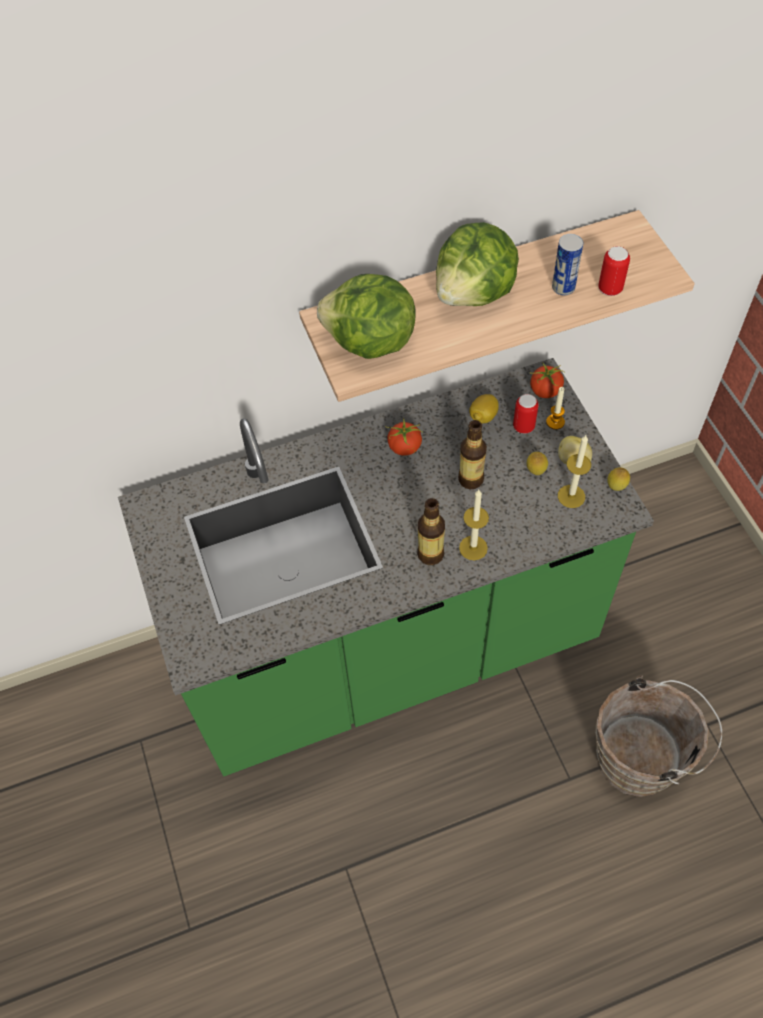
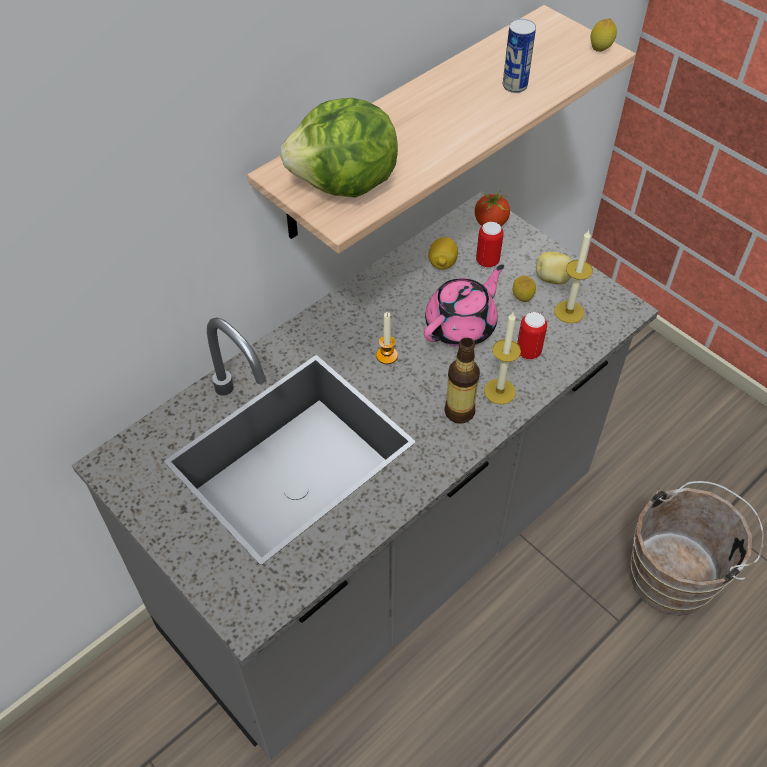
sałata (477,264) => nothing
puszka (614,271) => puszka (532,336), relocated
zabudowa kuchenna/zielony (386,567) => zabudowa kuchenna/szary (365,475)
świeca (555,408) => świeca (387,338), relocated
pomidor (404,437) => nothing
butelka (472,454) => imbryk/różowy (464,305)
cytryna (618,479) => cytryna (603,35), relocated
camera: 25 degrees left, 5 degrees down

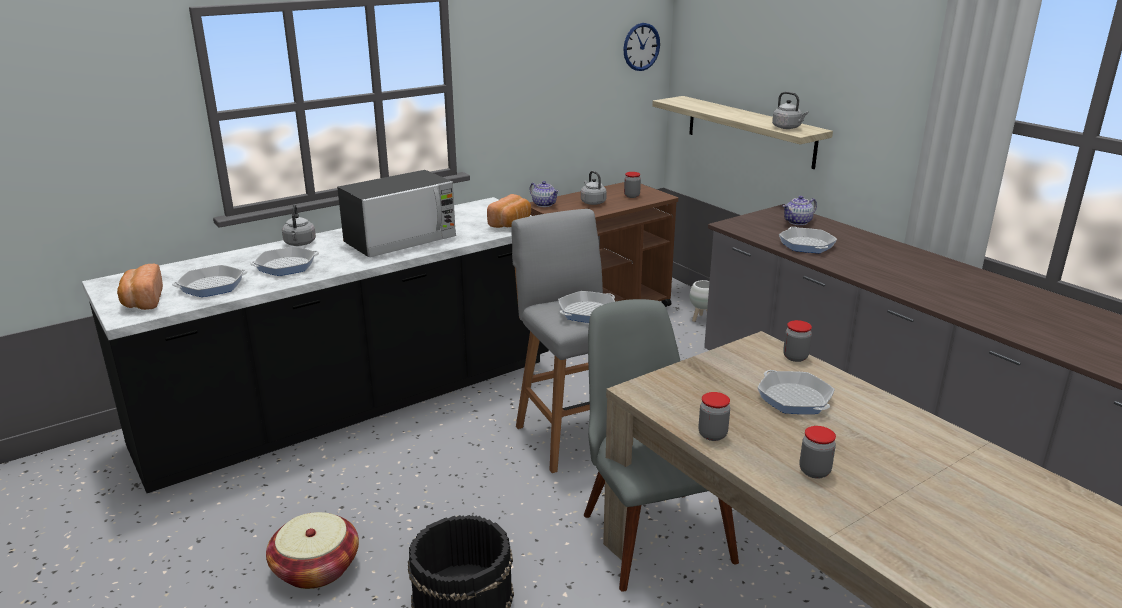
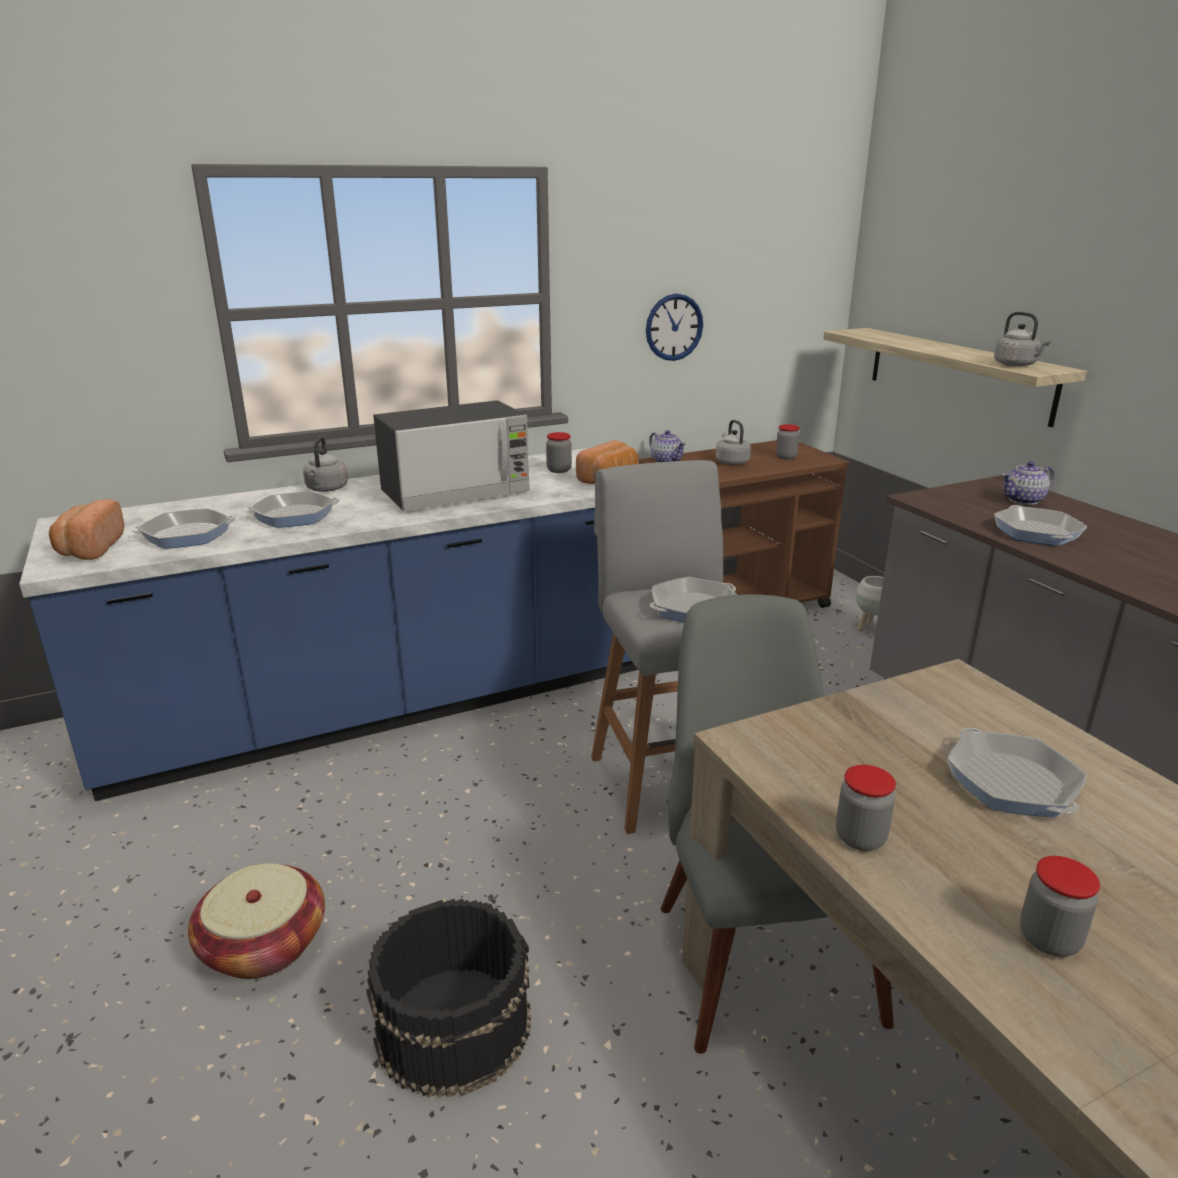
zegar ścienny (641,47) => zegar ścienny (674,327), relocated
zabudowa kuchenna/czarny (315,345) => zabudowa kuchenna/niebieski (328,624)
słoik (797,341) => słoik (559,452), relocated
camera: 10 degrees right, 0 degrees up

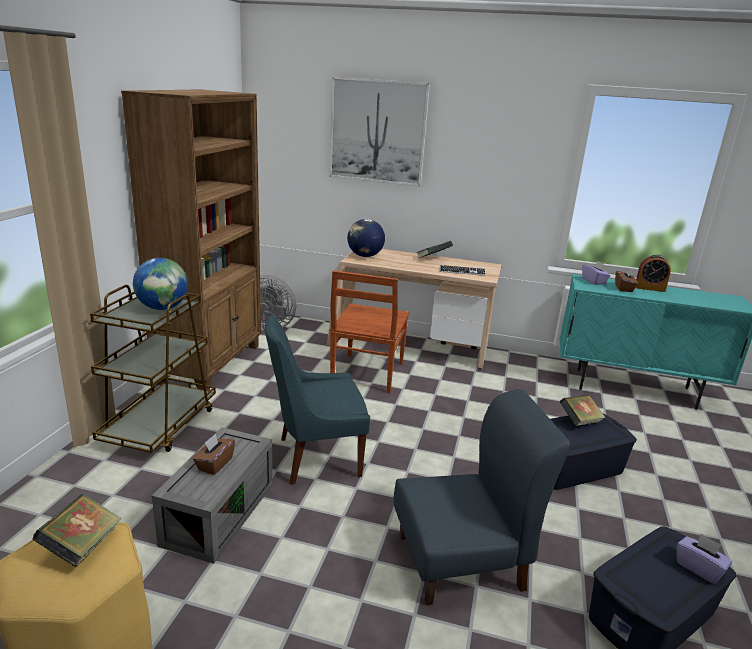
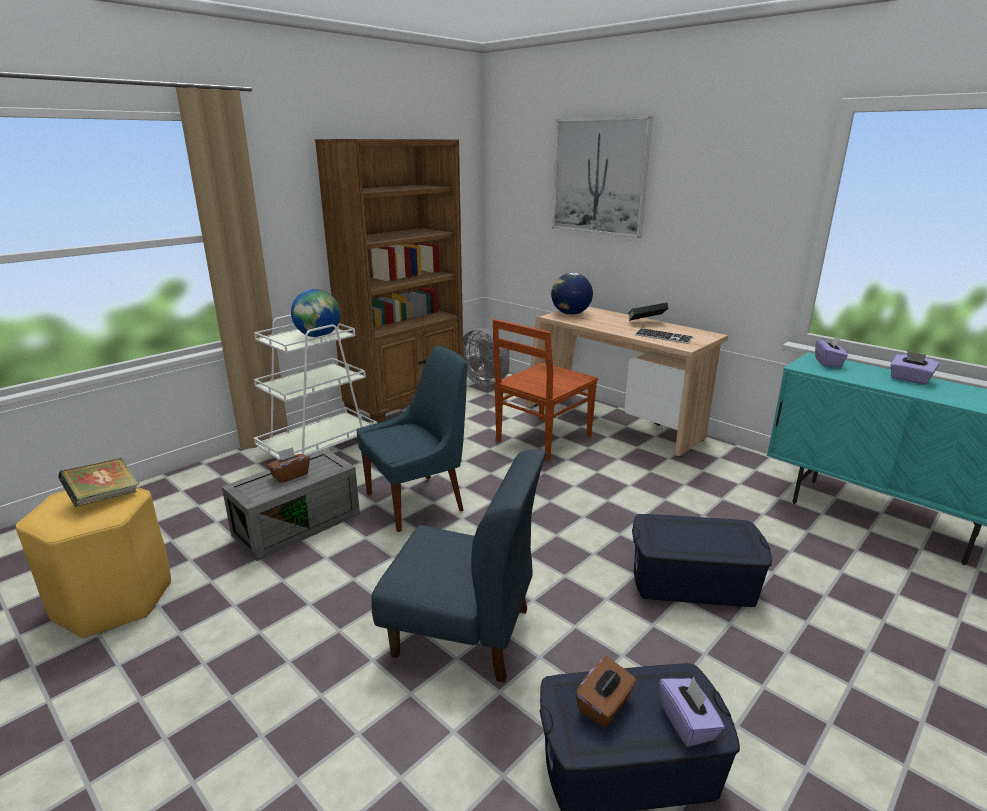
budzik (653,273) => pudełko chusteczek/fioletowy (914,368)
pudełko chusteczek/brązowy (626,280) => pudełko chusteczek/brązowy (605,692), relocated
wózek/brązowy (153,369) => wózek/biały (315,387)
krzesło/niebieski (317,400) => krzesło/niebieski (412,438), 135 degrees clockwise
książka (583,410) => nothing
camera: 30 degrees right, 0 degrees up

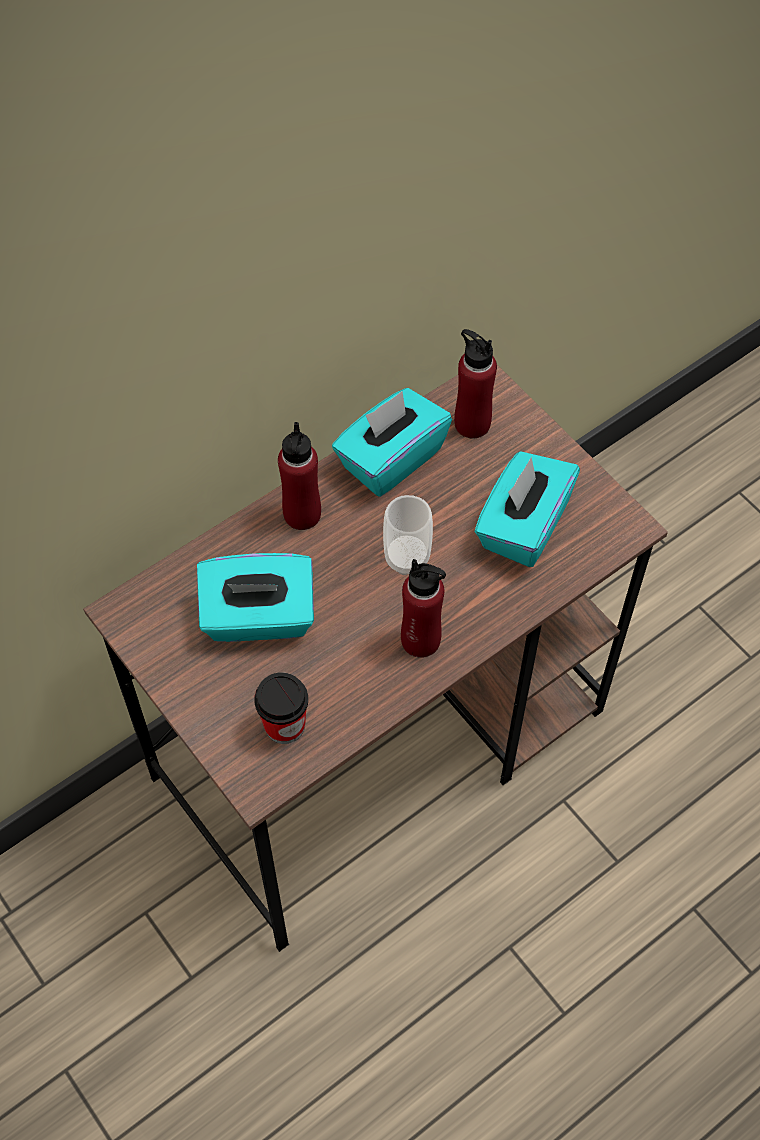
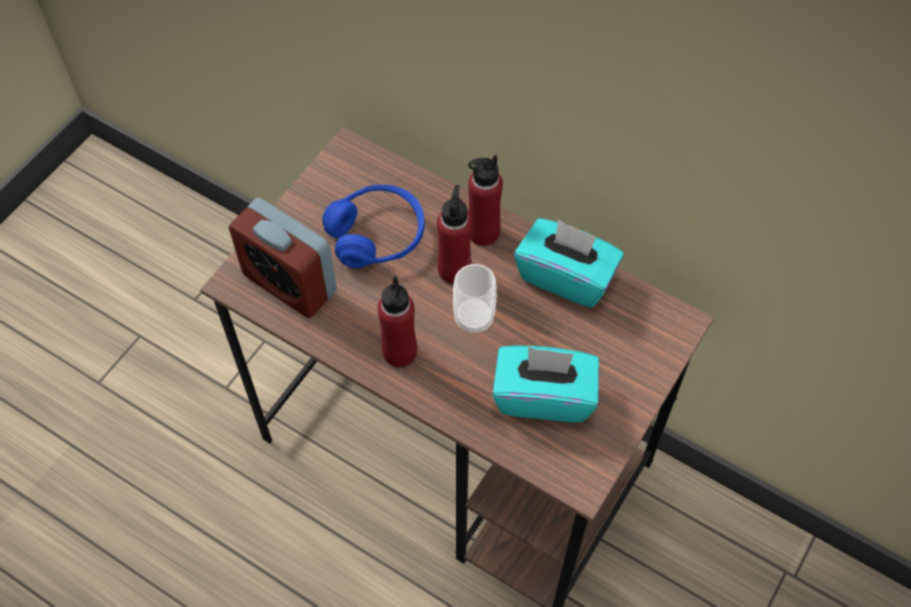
butelka/czerwony (475,383) => butelka/czerwony (454,234), relocated
pudełko chusteczek/turkusowy (255,597) => słuchawki/niebieski (373,226)
filiżanka (281,708) => budzik (283,257)
camera: 70 degrees right, 0 degrees up

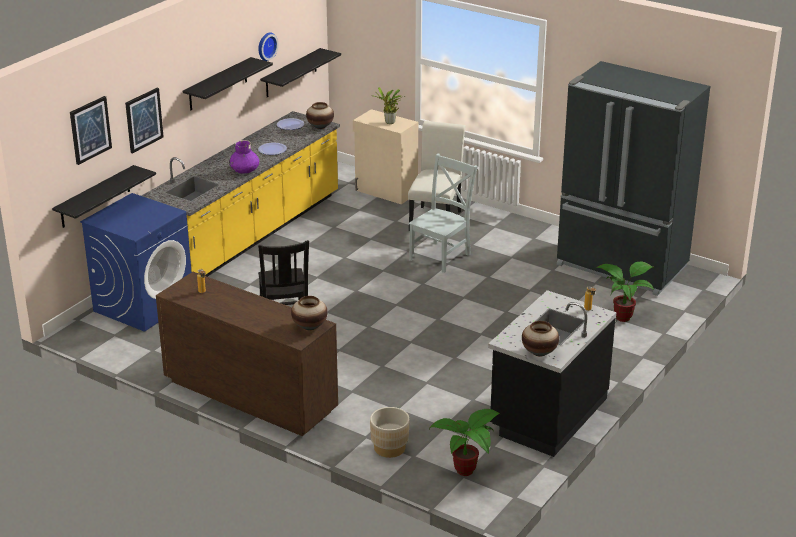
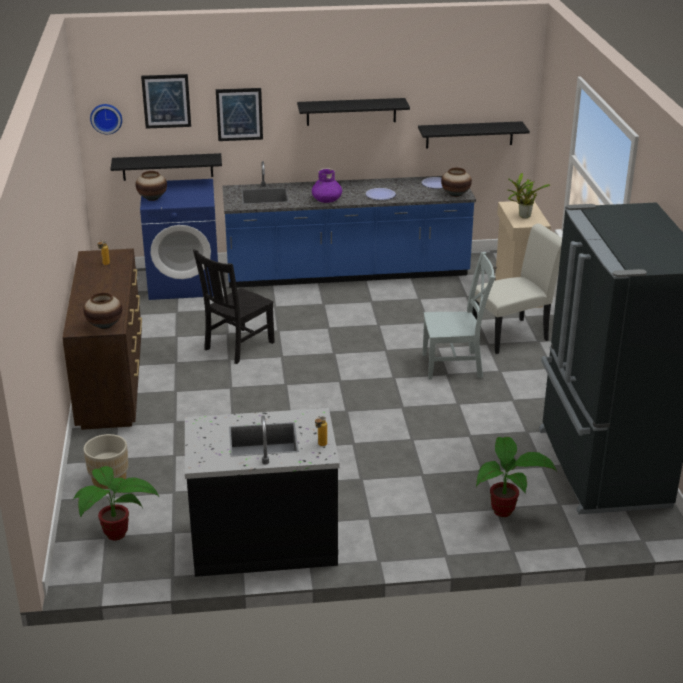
zegar ścienny (268,46) => zegar ścienny (106,119), relocated
zabudowa kuchenna/żółty (240,194) => zabudowa kuchenna/niebieski (349,224)
wazon (540,339) => wazon (151,186), relocated
camera: 50 degrees right, 0 degrees up

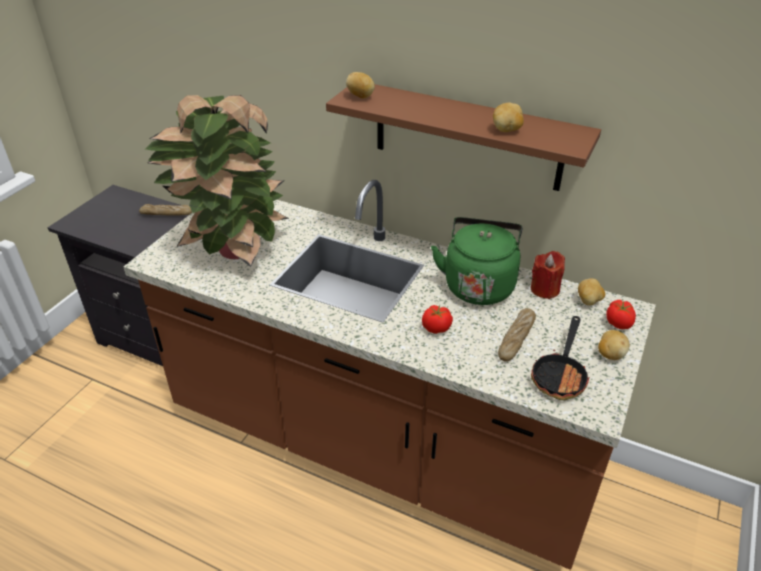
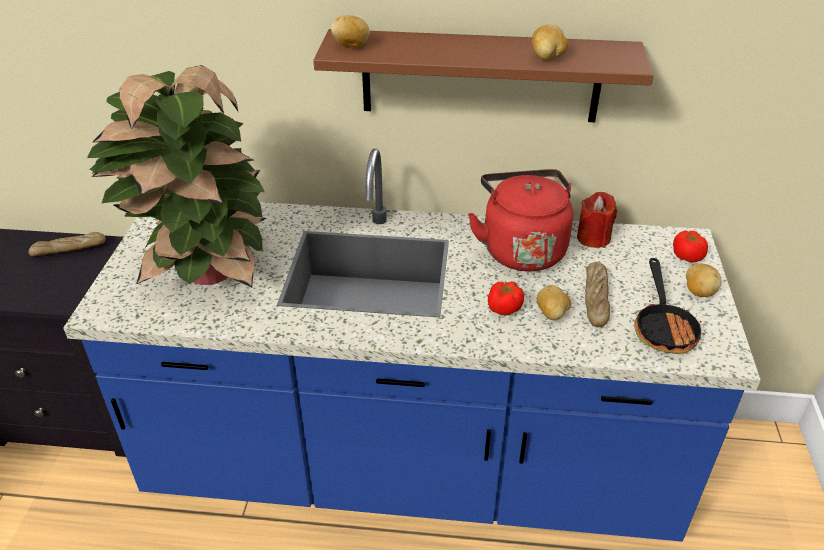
zabudowa kuchenna/brązowy (390,375) => zabudowa kuchenna/niebieski (412,345)
czajnik/zielony (476,261) => czajnik/czerwony (520,220)
ziemniak (591,291) => ziemniak (554,302), relocated
camera: 20 degrees left, 0 degrees up

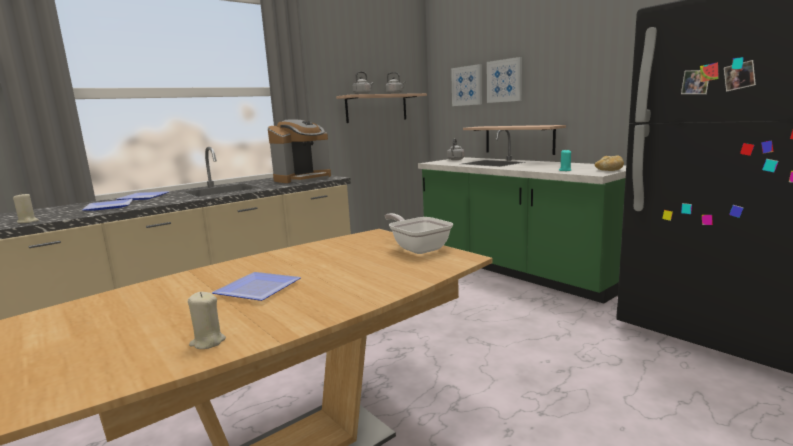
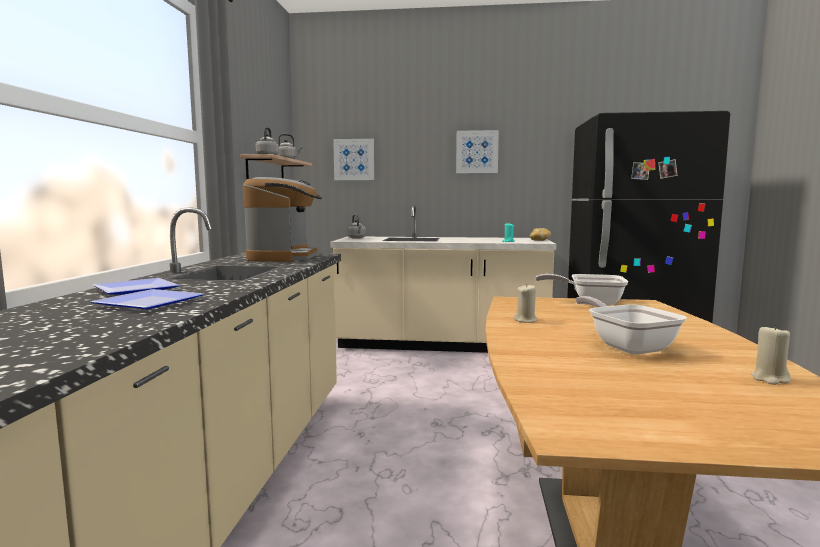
obraz (504,80) => obraz (477,151), relocated
półka (514,140) => nothing
zabudowa kuchenna/zielony (522,216) => zabudowa kuchenna/beżowy (443,279)
świeca/beżowy (26,208) => świeca/beżowy (525,303), relocated
talerz (256,286) => patelnia (631,325)
camera: 45 degrees left, 5 degrees down

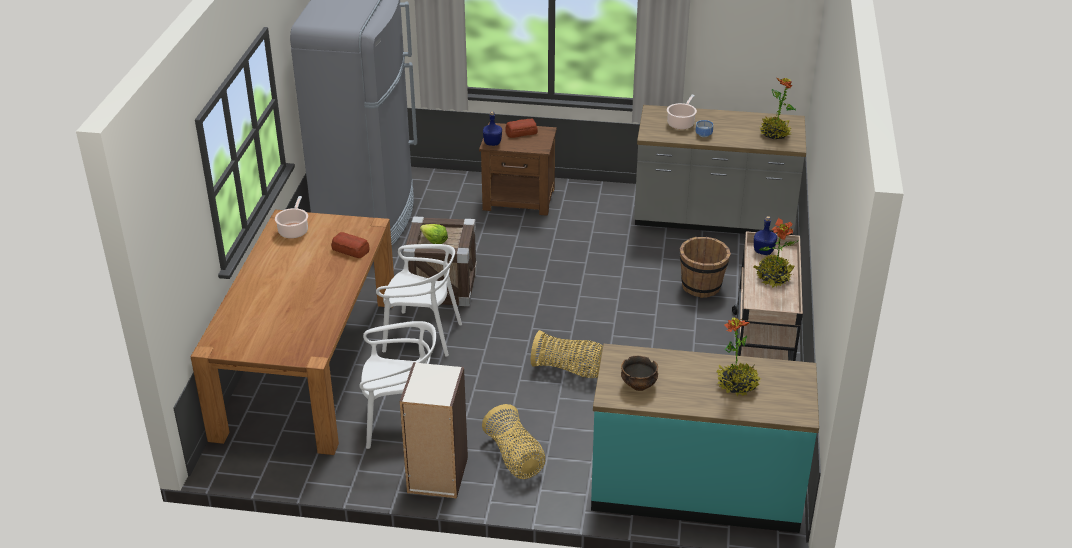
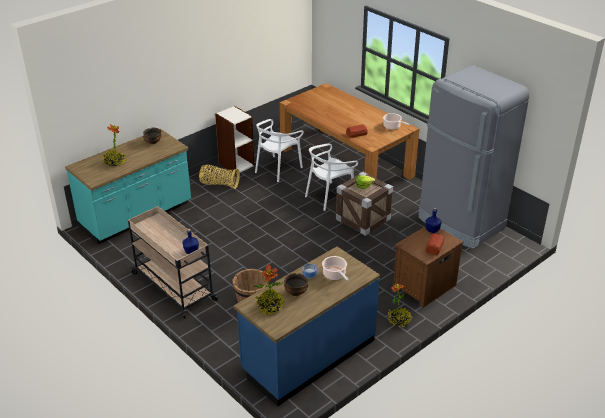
zabudowa kuchenna/szary (720,170) => zabudowa kuchenna/niebieski (307,326)
roślina doniczkowa (776,253) => roślina doniczkowa (400,305), relocated
koszyk (567,354) => nothing
nothing => miska (296,284)
camera: 130 degrees right, 0 degrees up

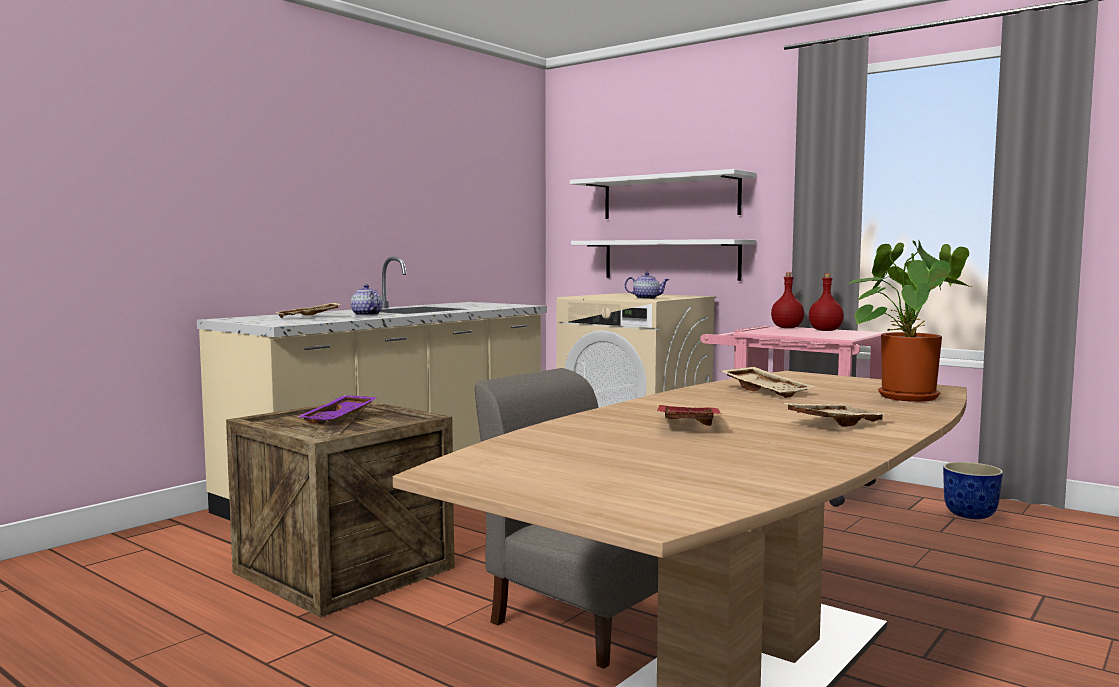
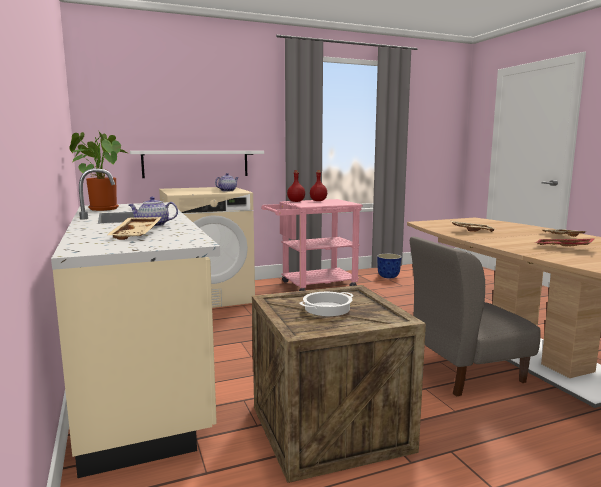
półka/biały (663,194) => nothing
roślina doniczkowa (910,321) => roślina doniczkowa (98,171), relocated
taca/fioletowy (338,409) => garnek (326,304)
camera: 60 degrees left, 5 degrees up

